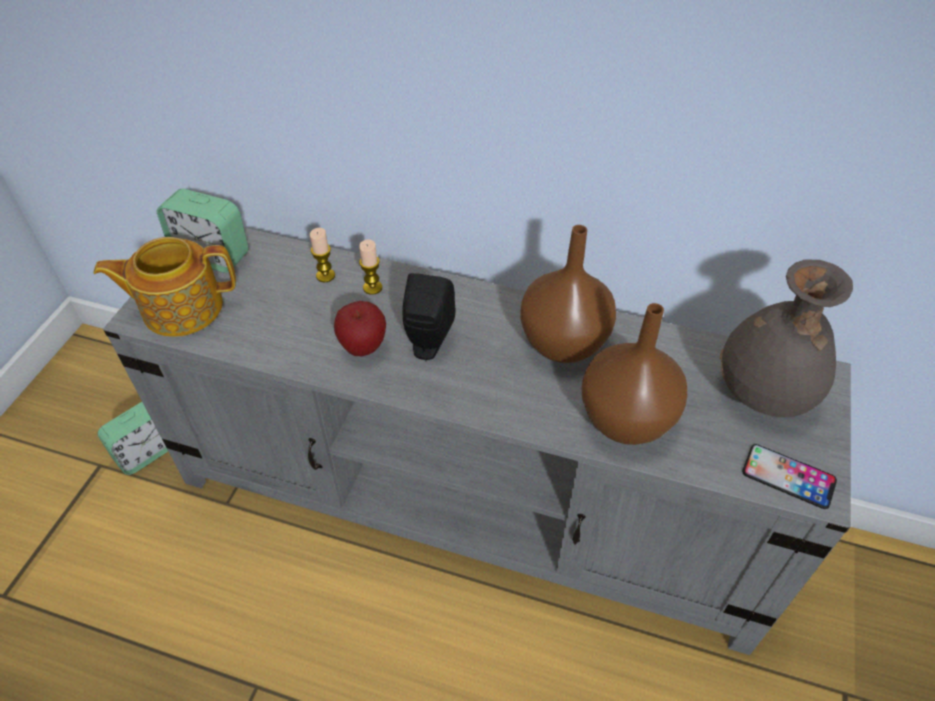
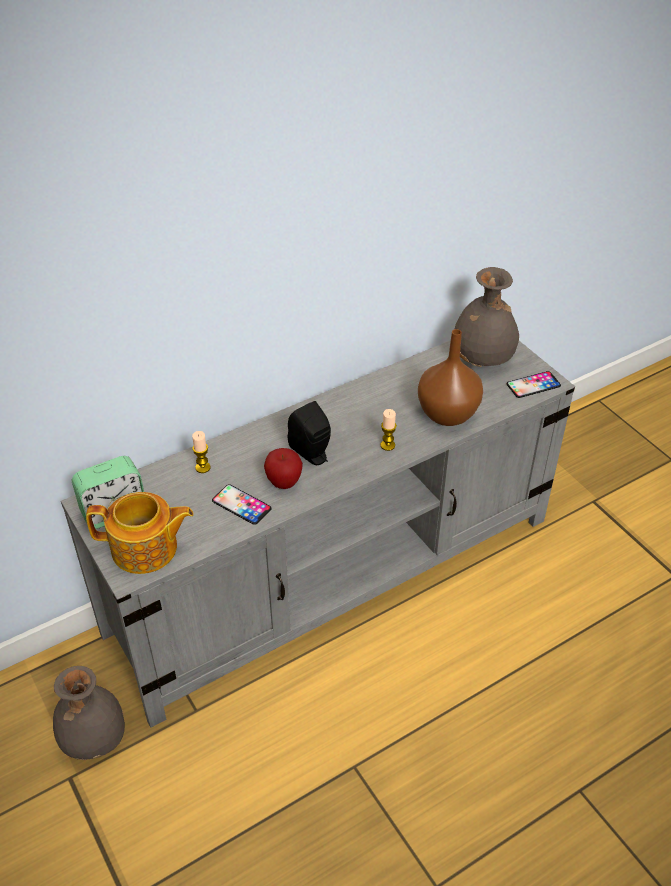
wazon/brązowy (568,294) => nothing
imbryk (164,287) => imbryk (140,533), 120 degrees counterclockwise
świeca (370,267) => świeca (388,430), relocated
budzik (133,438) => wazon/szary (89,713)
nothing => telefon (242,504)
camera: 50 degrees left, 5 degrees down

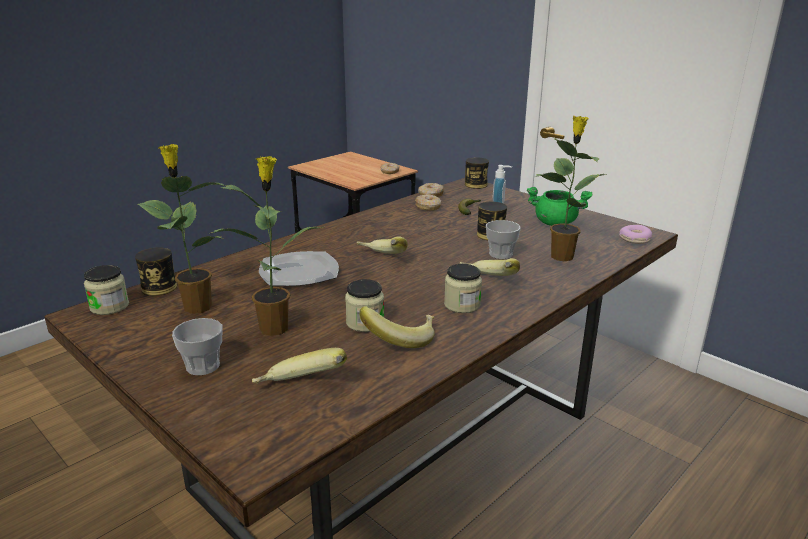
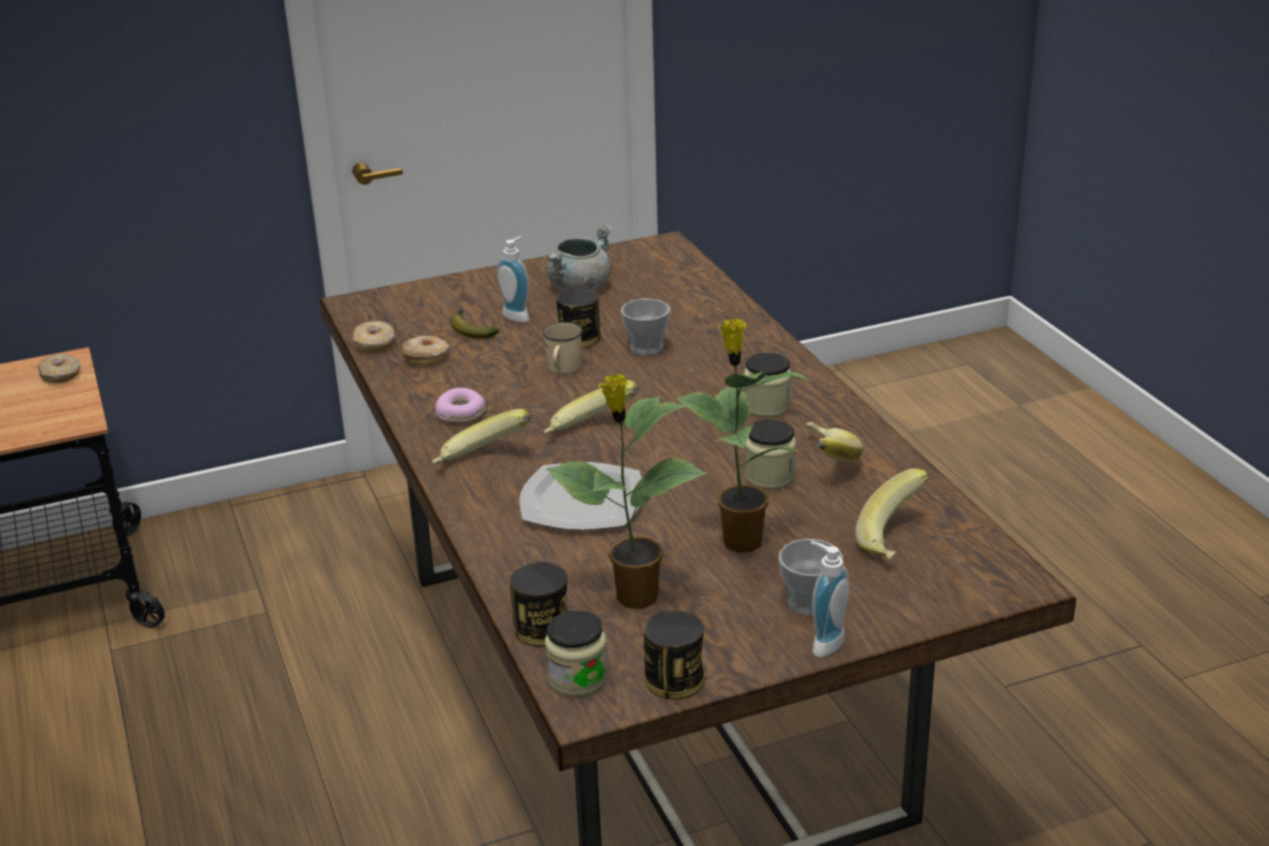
roślina doniczkowa (571,188) => nothing
puszka (477,173) => puszka (674,655), relocated
garnek/zielony (560,206) => garnek/szary (579,257)
donut (635,234) => donut (460,405), relocated
banan (489,267) => banan (481,436), relocated
nothing => kubek/beżowy (563,348)
nothing => dozownik mydła (830,599)
camera: 65 degrees left, 5 degrees up

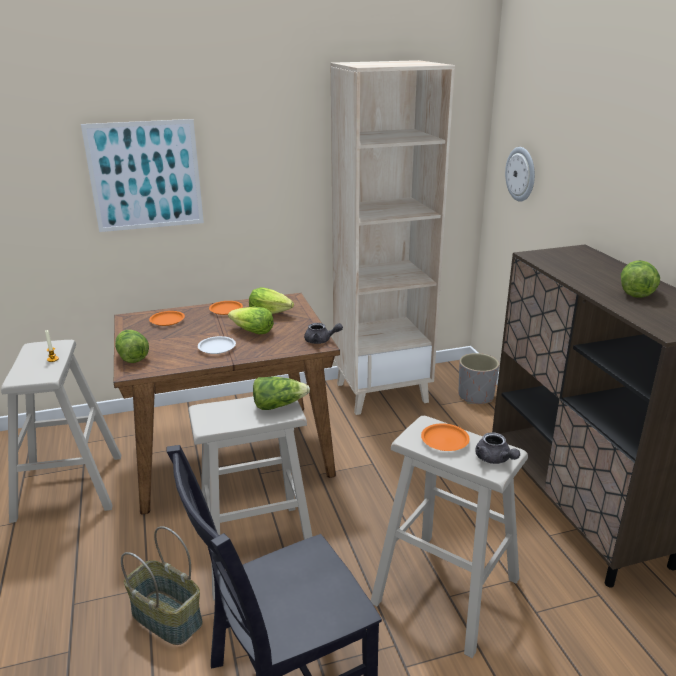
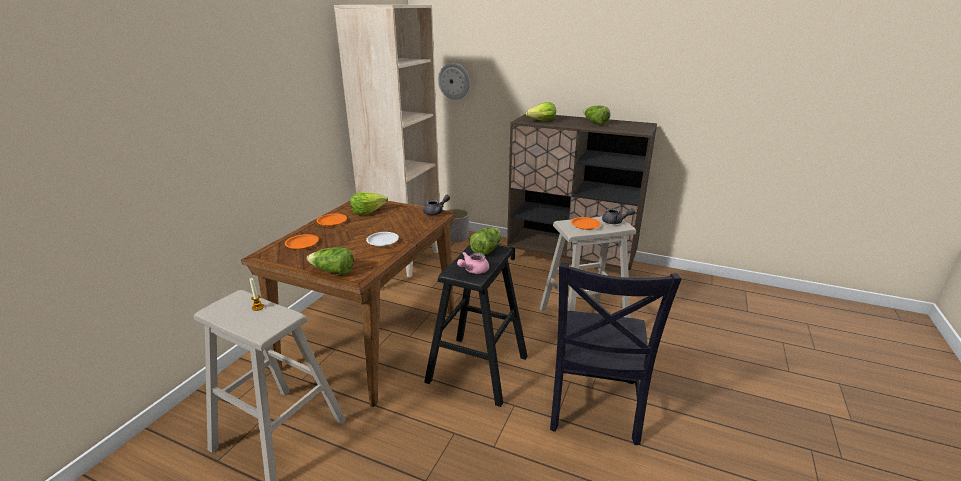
obraz (142,175) => nothing
sałata (251,320) => sałata (541,111), relocated
stołek/beżowy (250,498) => stołek/czarny (476,326)
koszyk (162,585) => nothing
nothing => imbryk/różowy (473,263)
camera: 50 degrees left, 0 degrees up

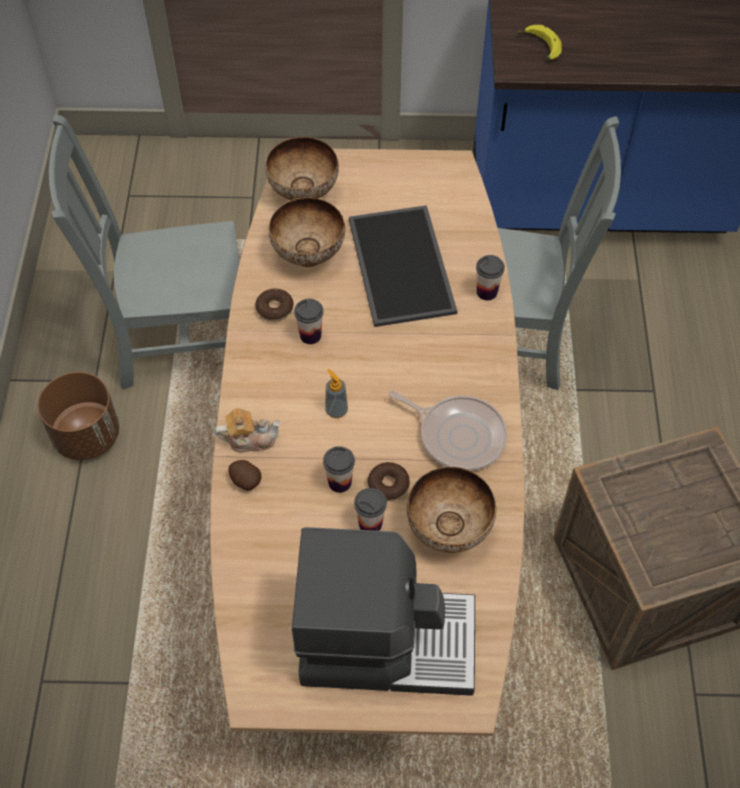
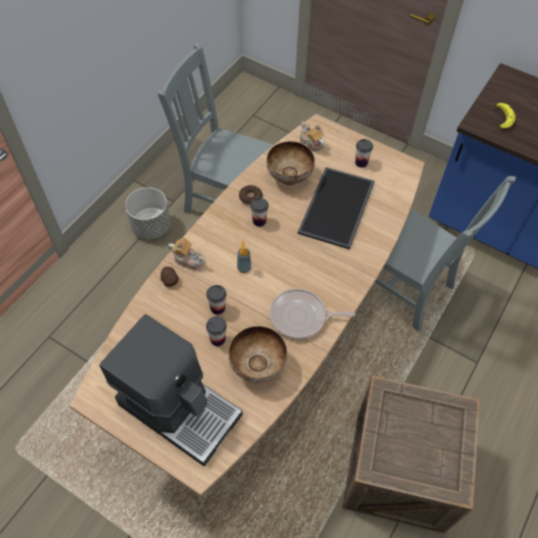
miska (302,168) => imbryk (312,137)
filiżanka (490,277) => filiżanka (364,153), relocated
donica/brązowy (78,416) => donica/szary (148,213)
patelnia (447,430) => patelnia (312,314), 120 degrees clockwise
donut (389,481) => nothing
camera: 30 degrees right, 0 degrees up

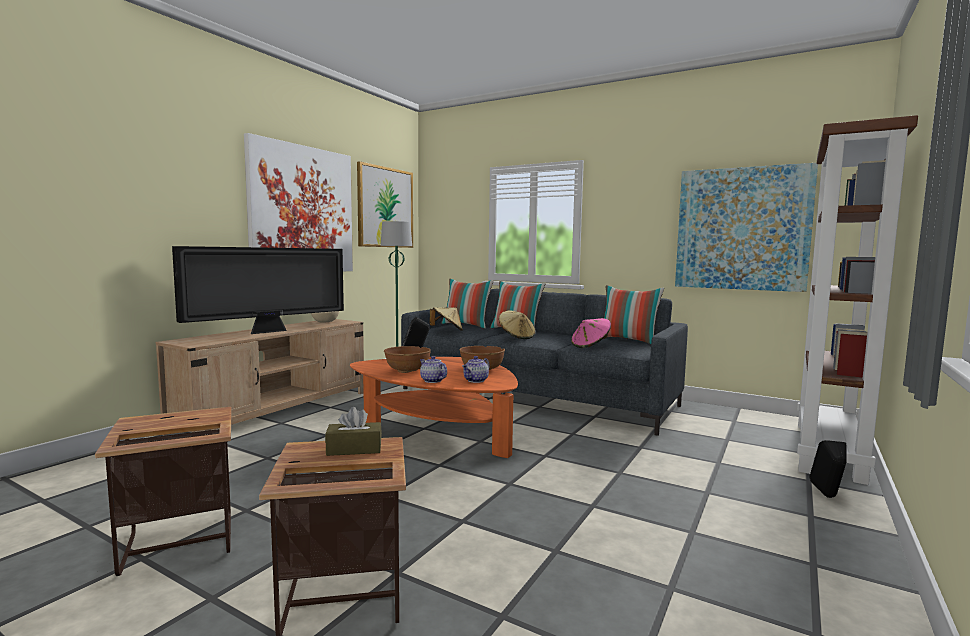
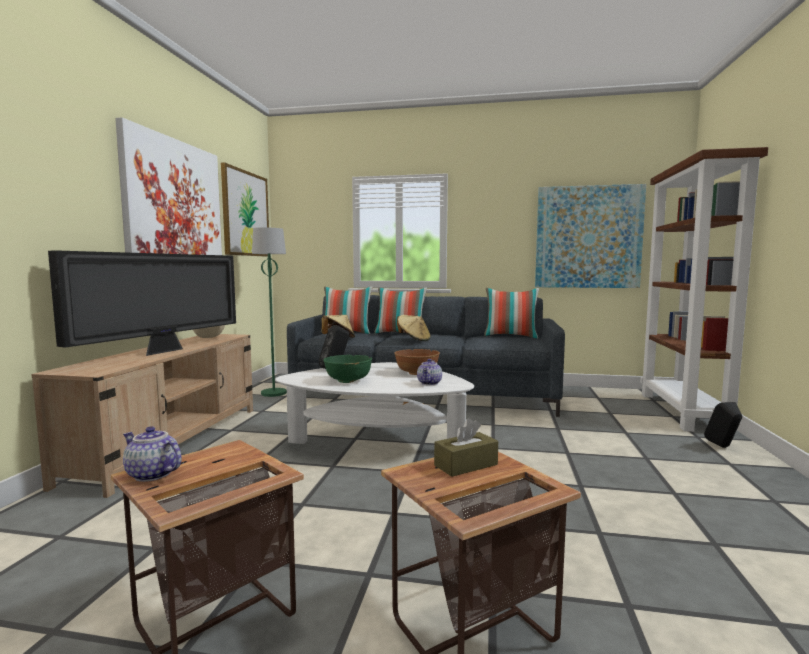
kapelusz/różowy (591,333) => nothing
miska/brązowy (407,359) => miska/zielony (347,369)
imbryk (433,369) => imbryk (152,454), relocated
ława/pomarańczowy (434,407) => ława/biały (374,403)
camera: 20 degrees left, 0 degrees up

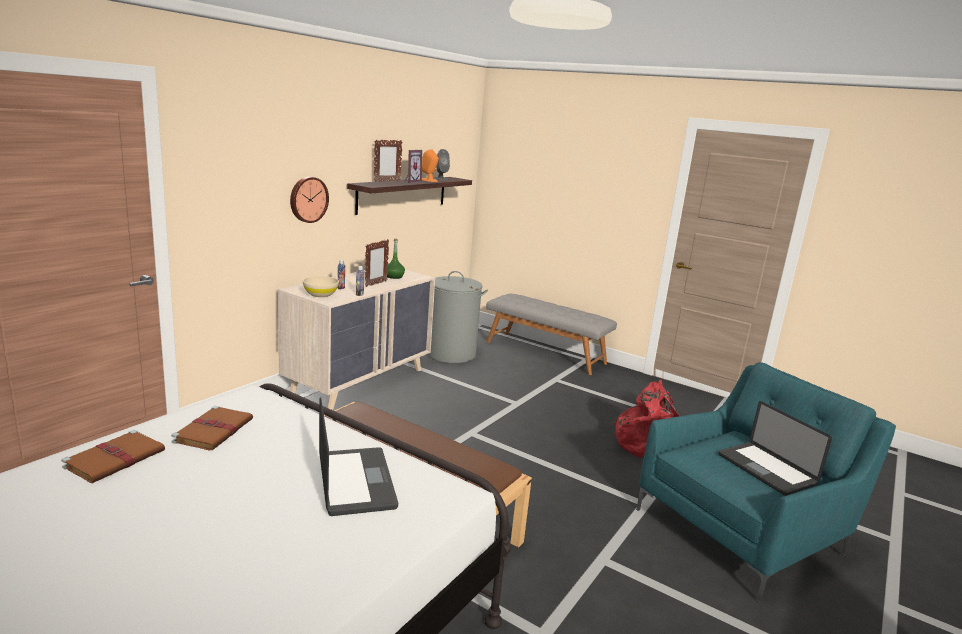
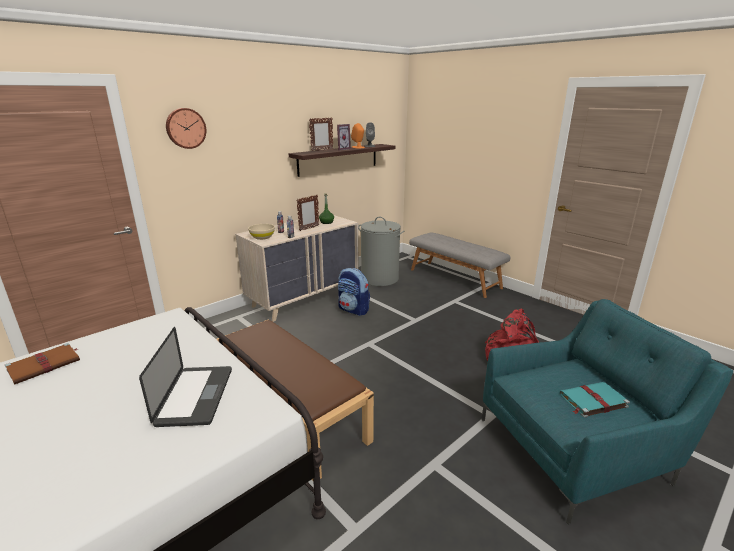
zegar ścienny (309,200) => zegar ścienny (186,128), relocated
laptop (775,448) => książka/turkusowy (595,399)
książka/brązowy (212,428) => nothing
nothing => plecak (354,292)
camera: 15 degrees right, 5 degrees up

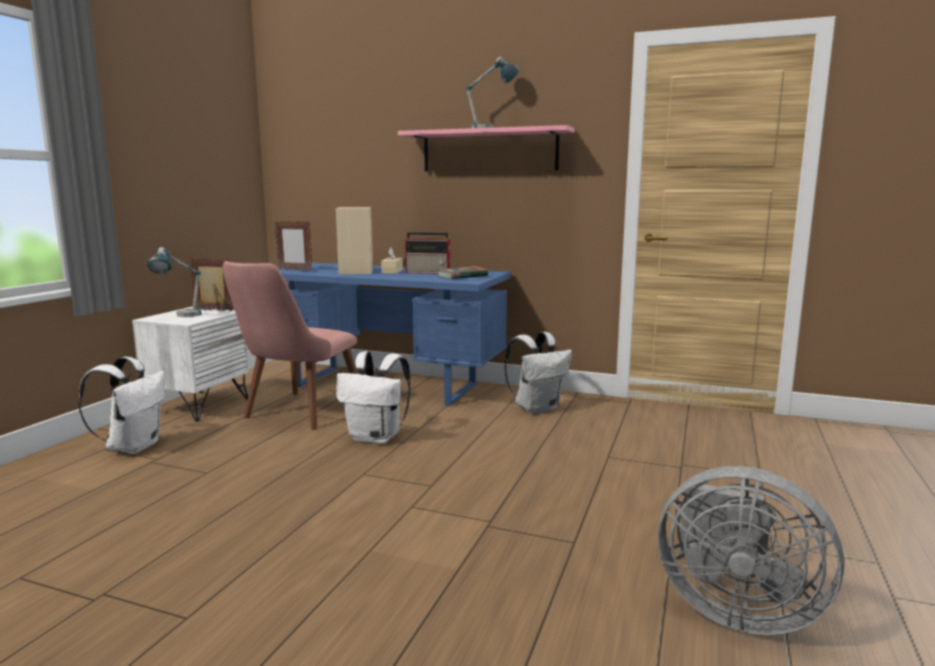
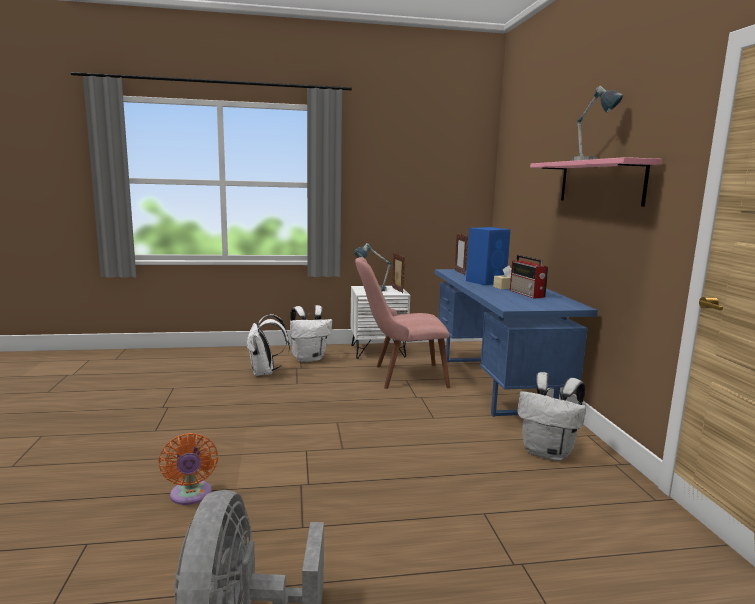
głośnik/beżowy (354,240) => głośnik/niebieski (488,256)
książka (462,272) => nothing
plecak/biały (373,397) => plecak/biały (268,345), relocated
nothing => wentylator/pomarańczowy (188,469)
camera: 60 degrees right, 0 degrees up

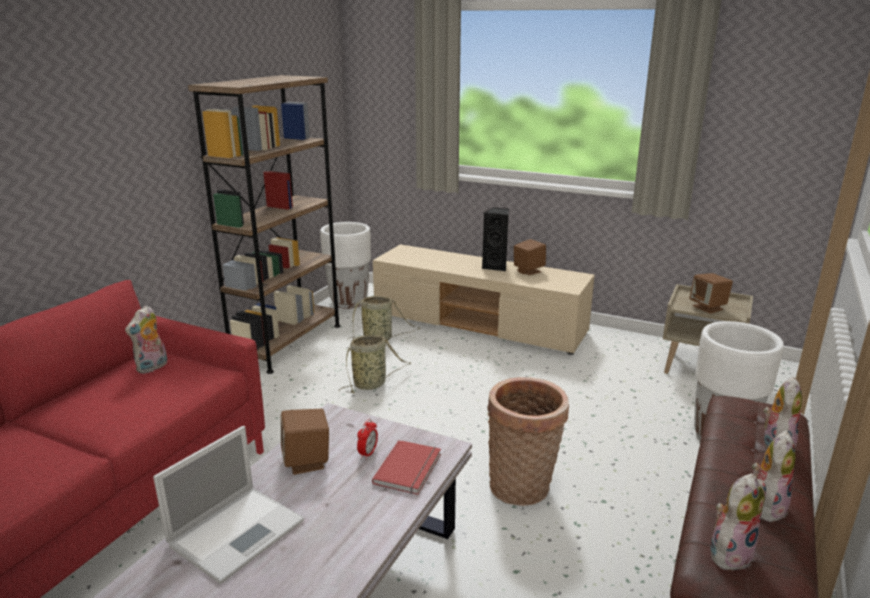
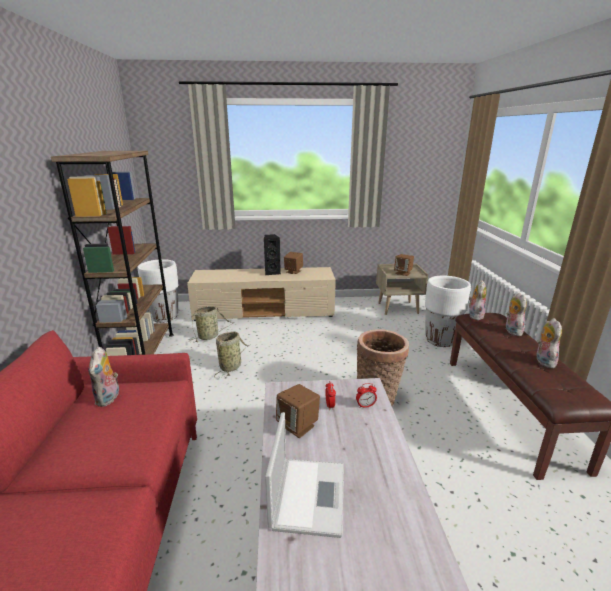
książka/czerwony (406,467) => budzik (366,395)
pluszak (738,523) => pluszak (478,300), relocated
camera: 30 degrees left, 0 degrees up

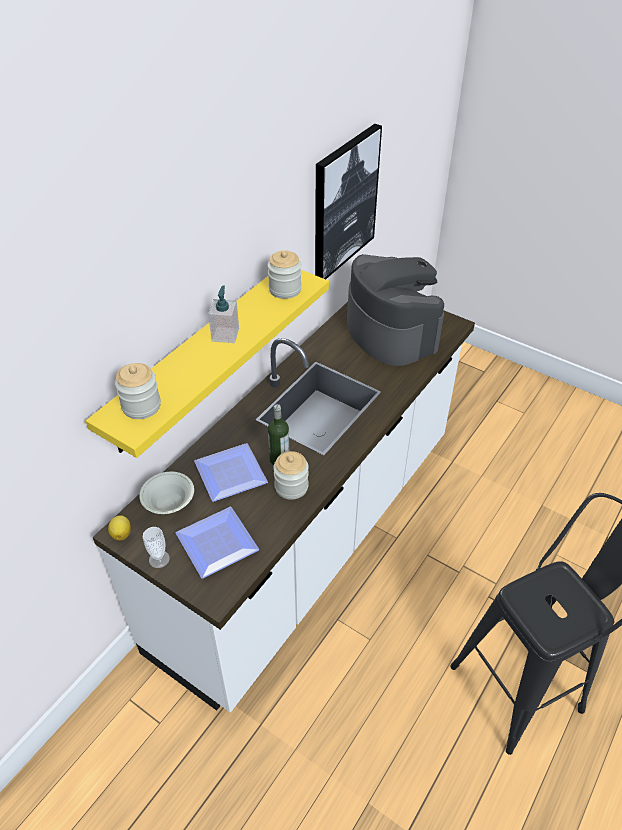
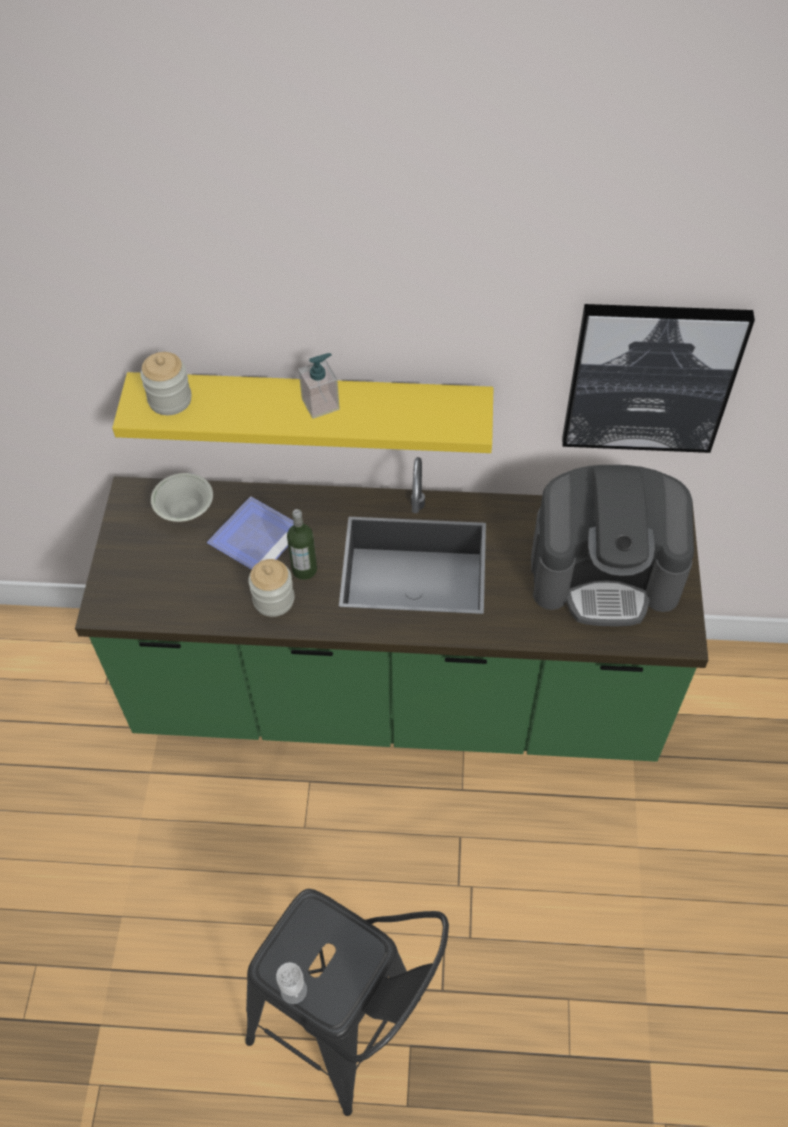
słoik (284,274) => nothing
ekspres do kawy (395,310) => ekspres do kawy (612,545), 60 degrees clockwise
zabudowa kuchenna/biały (284,507) => zabudowa kuchenna/zielony (391,609)
talerz (217,543) => nothing
cytryna (119,527) => nothing
filiżanka (156,547) => filiżanka (291,983), relocated
camera: 60 degrees right, 10 degrees up

